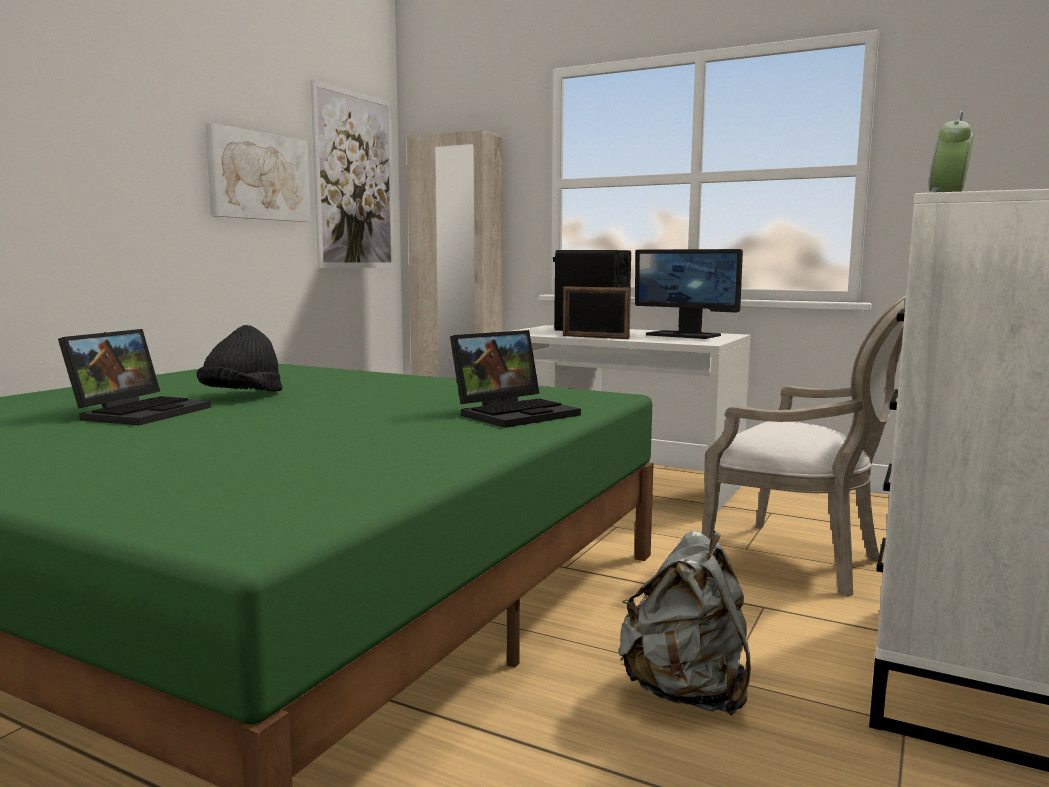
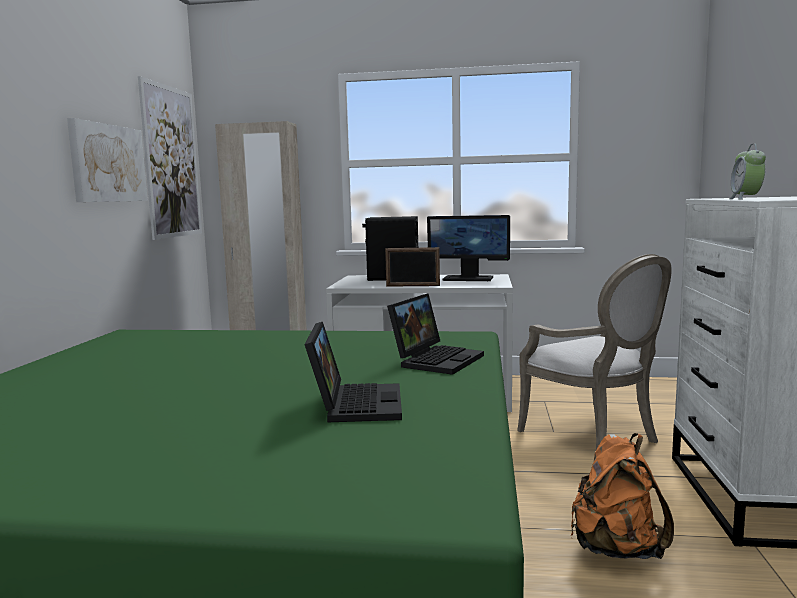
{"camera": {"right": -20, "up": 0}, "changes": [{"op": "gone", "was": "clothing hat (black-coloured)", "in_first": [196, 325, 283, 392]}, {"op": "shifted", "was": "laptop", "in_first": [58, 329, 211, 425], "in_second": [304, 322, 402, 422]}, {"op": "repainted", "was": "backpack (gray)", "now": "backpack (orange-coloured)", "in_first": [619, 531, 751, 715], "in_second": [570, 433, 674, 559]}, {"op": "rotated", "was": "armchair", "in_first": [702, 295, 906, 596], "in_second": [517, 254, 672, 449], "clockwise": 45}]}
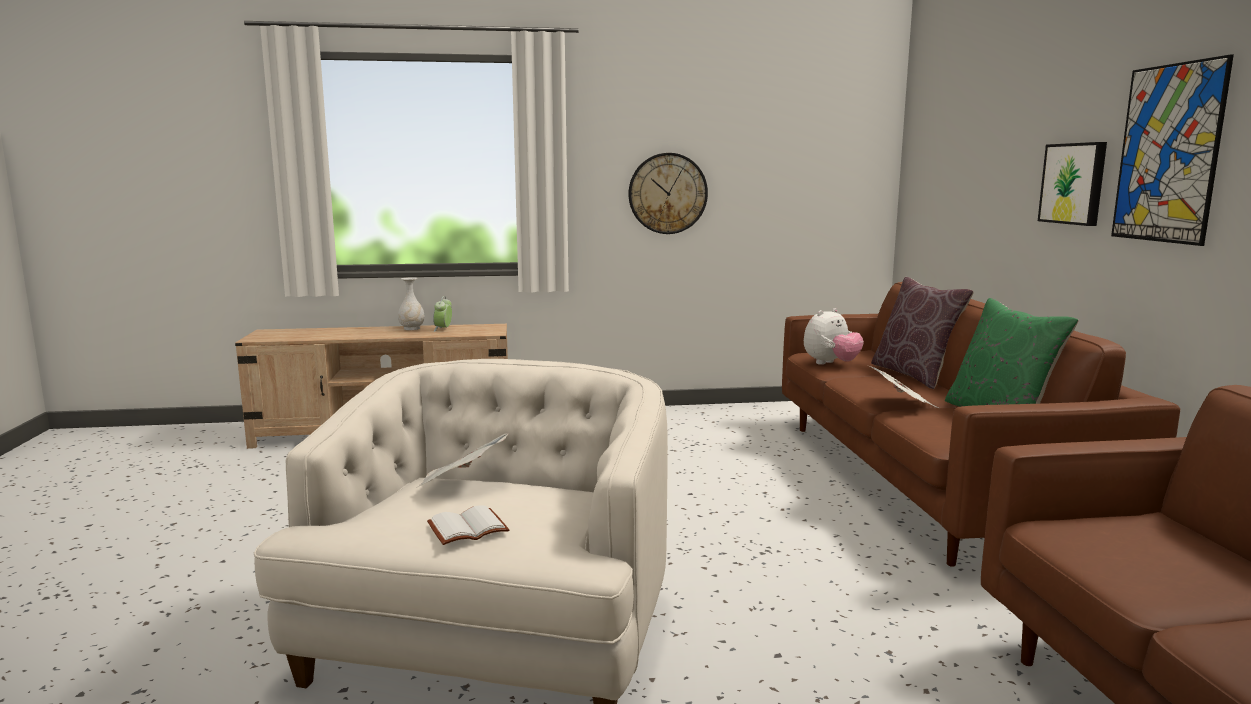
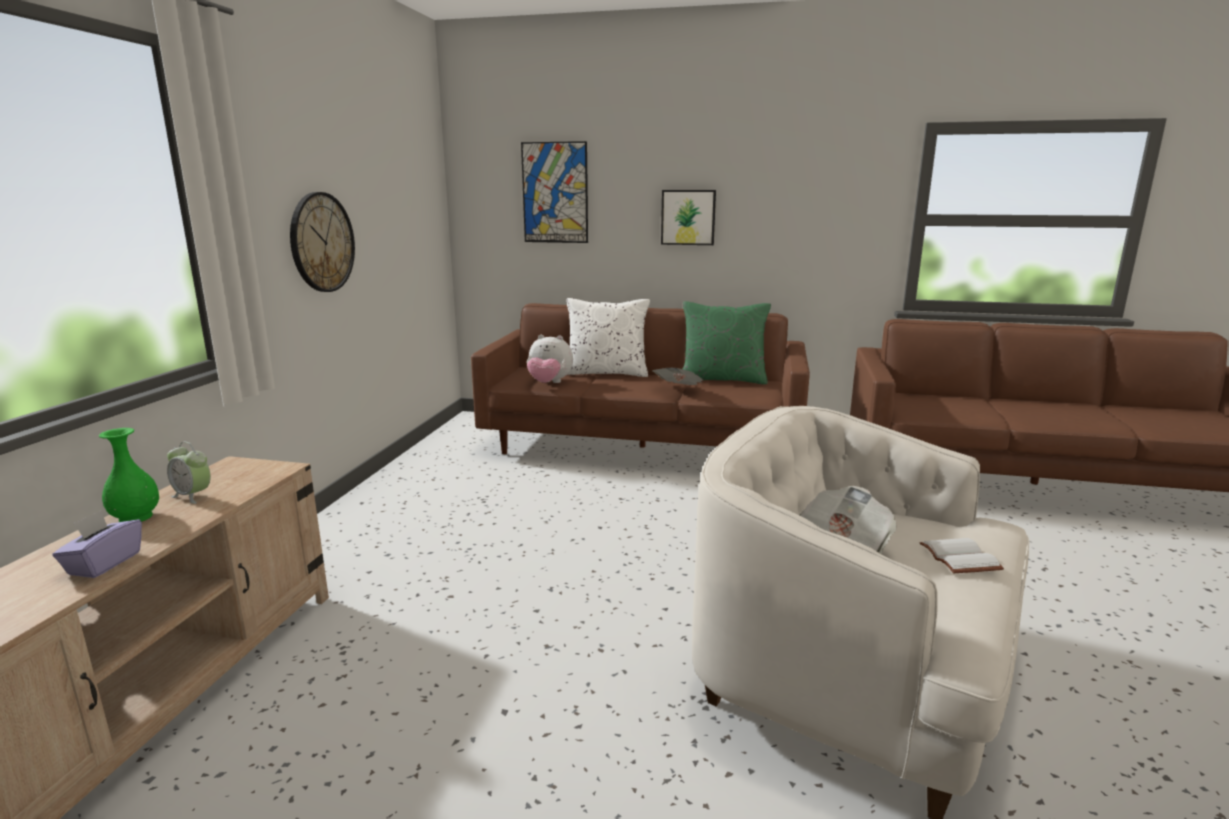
{"camera": {"right": -70, "up": 5}, "changes": [{"op": "new", "now": "tissue holder (purplish)", "in_second": [52, 510, 142, 578]}, {"op": "shifted", "was": "picture", "in_first": [1111, 54, 1234, 246], "in_second": [521, 141, 588, 243]}, {"op": "repainted", "was": "flower vase (whitish)", "now": "flower vase (greenish)", "in_first": [398, 277, 425, 330], "in_second": [99, 428, 159, 522]}, {"op": "repainted", "was": "cushion (brown-coloured)", "now": "cushion (whitish)", "in_first": [871, 277, 974, 389], "in_second": [567, 298, 650, 377]}, {"op": "rotated", "was": "plush toy", "in_first": [804, 308, 864, 365], "in_second": [527, 335, 573, 383], "clockwise": 120}]}
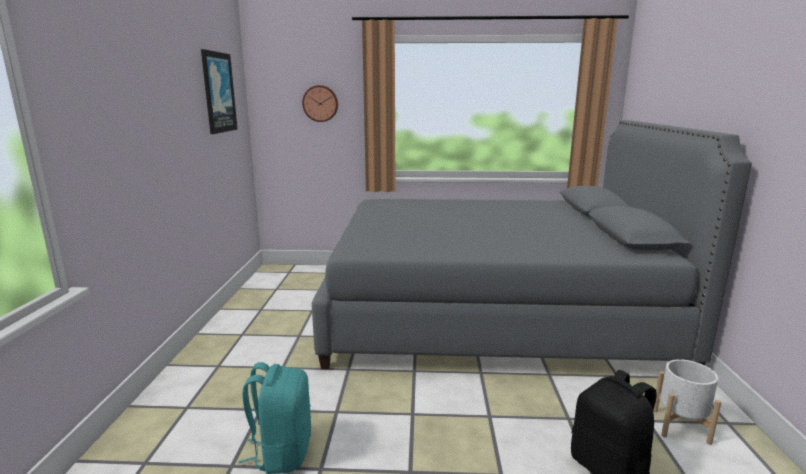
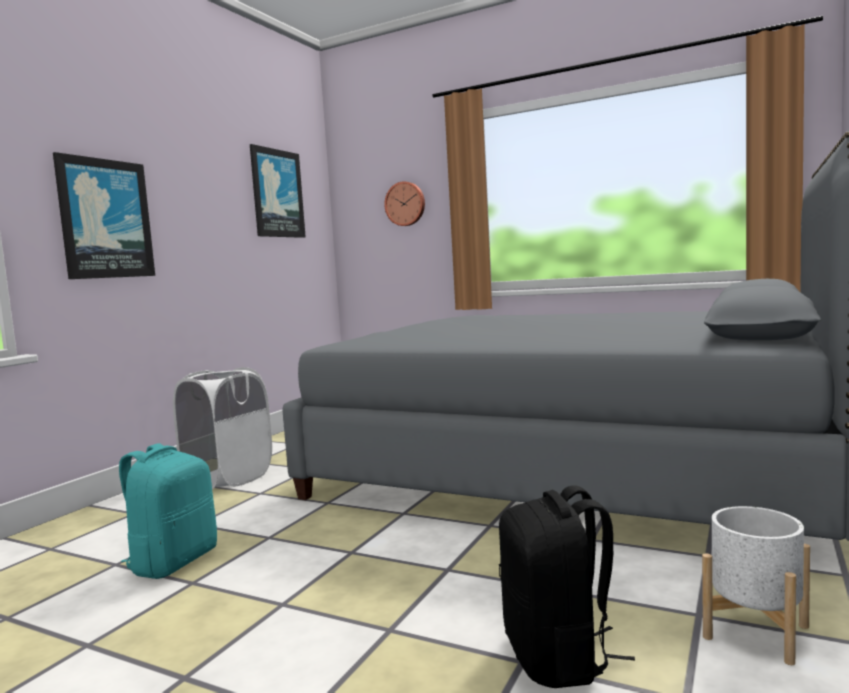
{"camera": {"right": 25, "up": -10}, "changes": [{"op": "new", "now": "picture", "in_second": [53, 152, 155, 279]}, {"op": "new", "now": "hamper (whitish)", "in_second": [173, 367, 272, 489]}]}
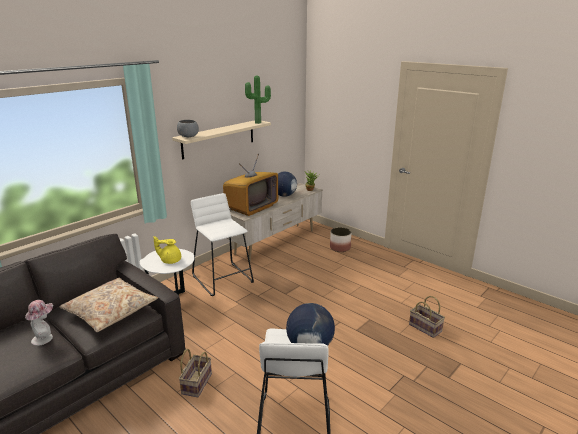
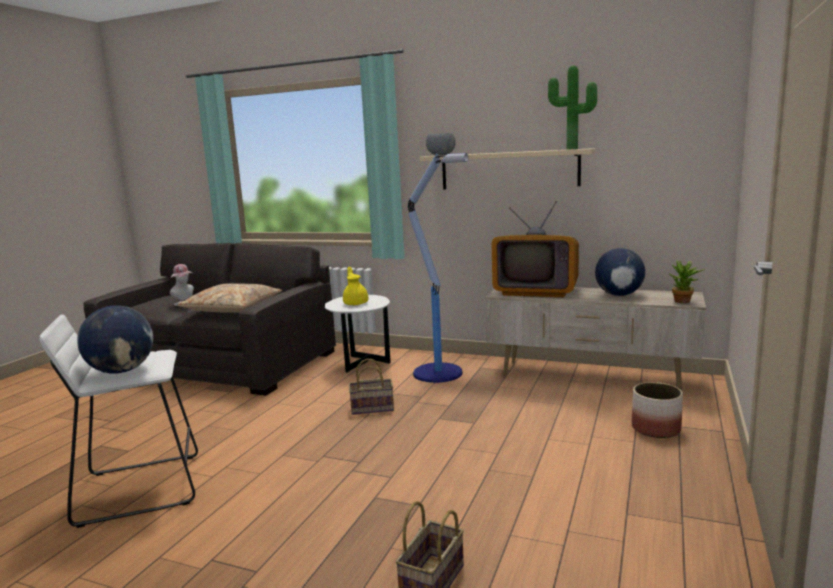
{"camera": {"right": 70, "up": -10}, "changes": [{"op": "shifted", "was": "household basket", "in_first": [179, 349, 212, 397], "in_second": [349, 359, 394, 415]}, {"op": "swapped", "was": "stool (whitish)", "now": "standing lamp", "in_first": [191, 193, 254, 296], "in_second": [408, 153, 469, 383]}]}
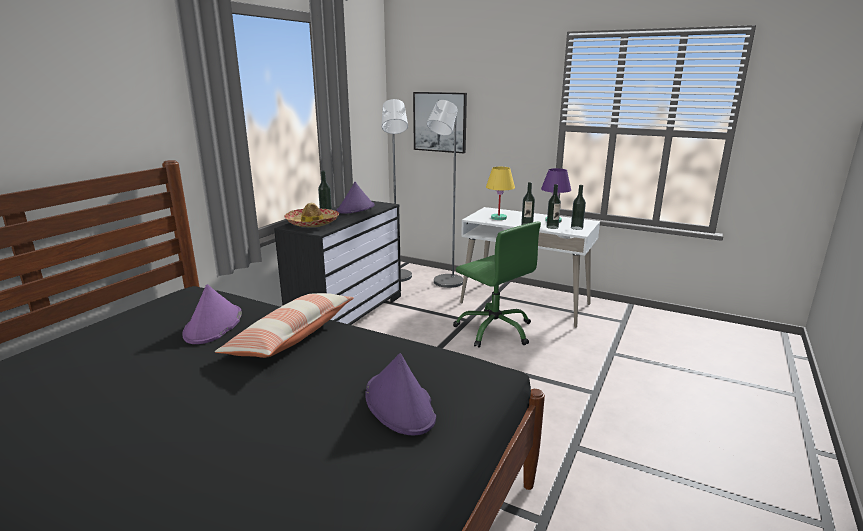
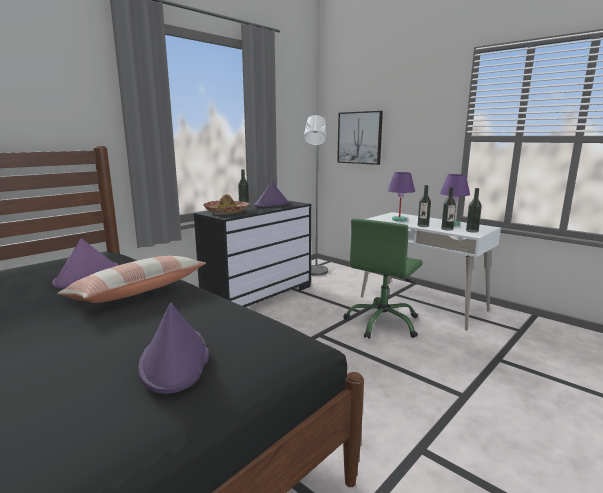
{"camera": {"right": 15, "up": -5}, "changes": [{"op": "gone", "was": "standing lamp (gray)", "in_first": [427, 100, 463, 288]}, {"op": "repainted", "was": "tabletop lamp (yellow)", "now": "tabletop lamp (purplish)", "in_first": [486, 167, 515, 220], "in_second": [388, 172, 415, 222]}, {"op": "rotated", "was": "office chair (greenish)", "in_first": [453, 222, 541, 348], "in_second": [343, 219, 423, 339], "clockwise": 60}]}
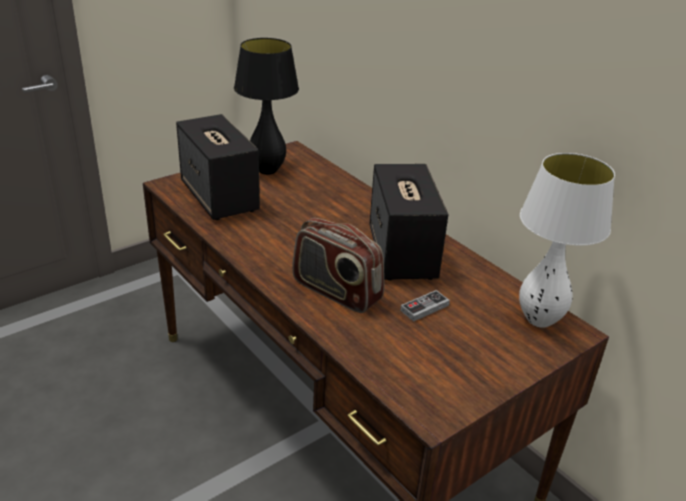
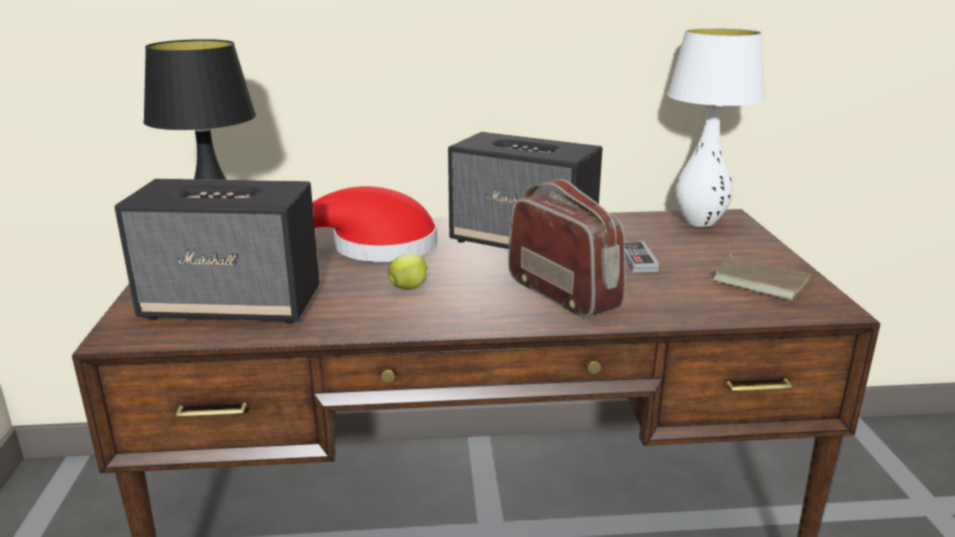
{"camera": {"right": -55, "up": -10}, "changes": [{"op": "new", "now": "clothing hat (reddish)", "in_second": [312, 186, 437, 262]}, {"op": "new", "now": "apple", "in_second": [388, 253, 428, 290]}, {"op": "new", "now": "book (brown-coloured)", "in_second": [711, 251, 812, 301]}, {"op": "rotated", "was": "radio", "in_first": [292, 218, 384, 313], "in_second": [508, 179, 625, 318], "clockwise": -105}]}
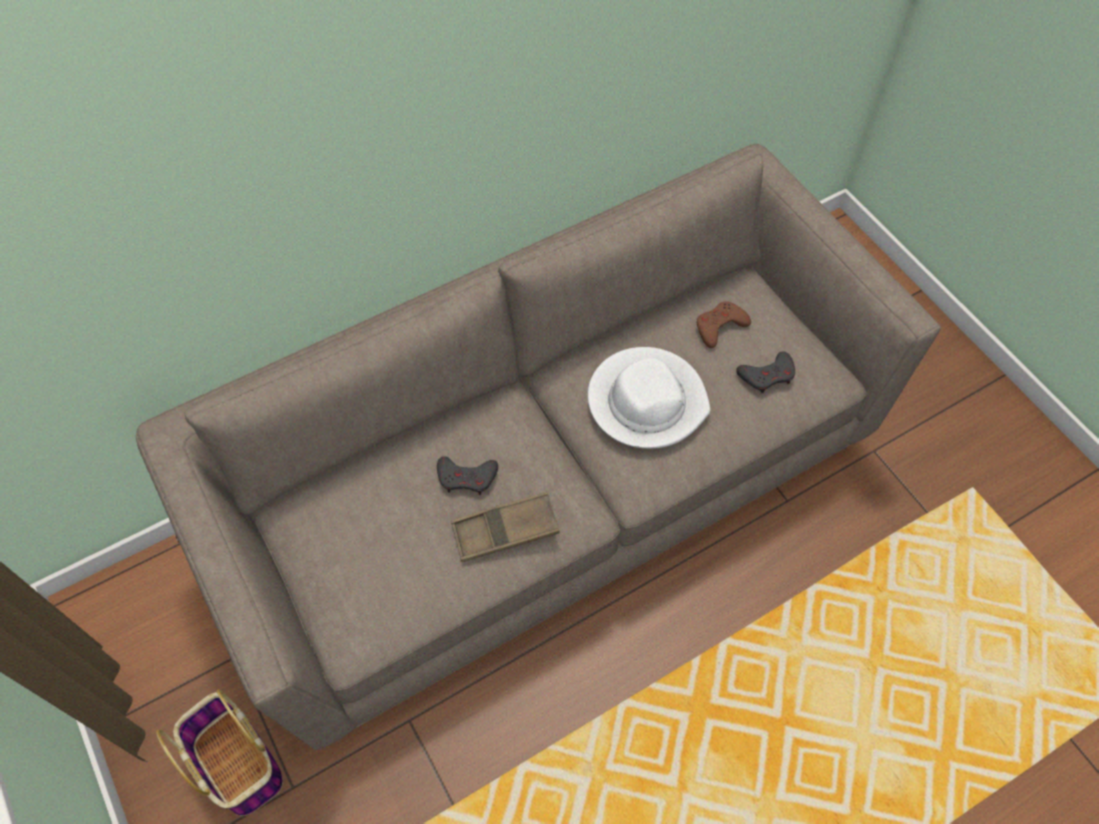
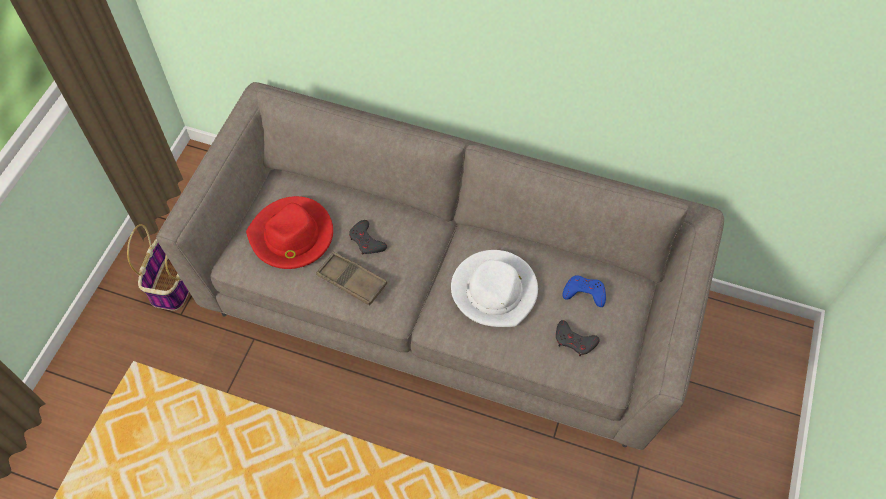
{"camera": {"right": 50, "up": 0}, "changes": [{"op": "new", "now": "clothing hat (reddish)", "in_second": [246, 196, 333, 269]}, {"op": "repainted", "was": "game controller (brown-coloured)", "now": "game controller (blue)", "in_first": [697, 301, 751, 348], "in_second": [563, 275, 606, 307]}]}
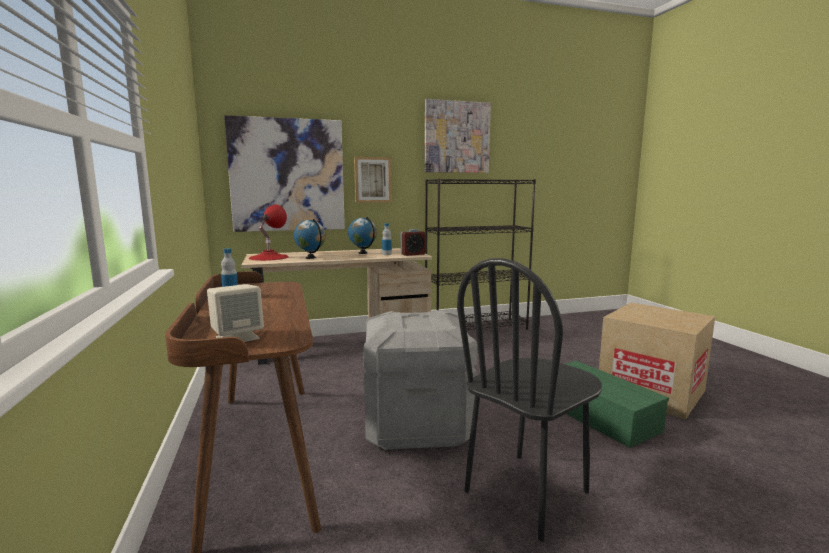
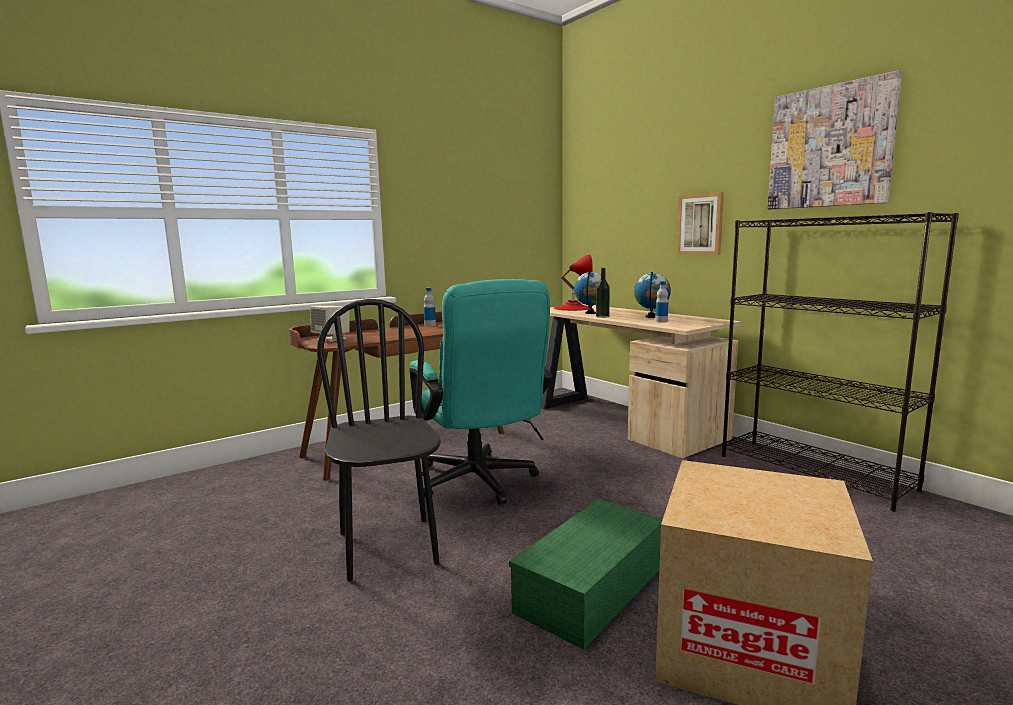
{"camera": {"right": 70, "up": 0}, "changes": [{"op": "gone", "was": "picture", "in_first": [224, 115, 345, 232]}, {"op": "gone", "was": "alarm clock", "in_first": [401, 229, 426, 256]}, {"op": "new", "now": "beverage bottle", "in_second": [596, 268, 610, 318]}, {"op": "swapped", "was": "storage box (gray)", "now": "office chair (blue-green)", "in_first": [363, 310, 477, 450], "in_second": [409, 279, 552, 505]}, {"op": "rotated", "was": "chair (black-coloured)", "in_first": [457, 258, 602, 541], "in_second": [317, 299, 441, 581], "clockwise": 45}]}
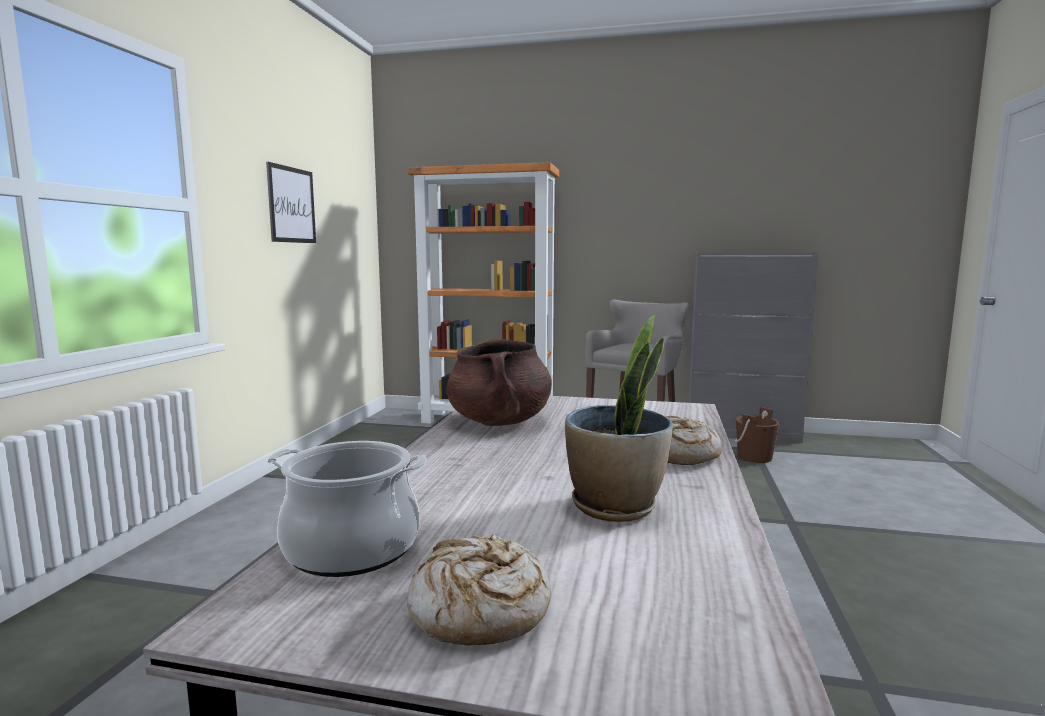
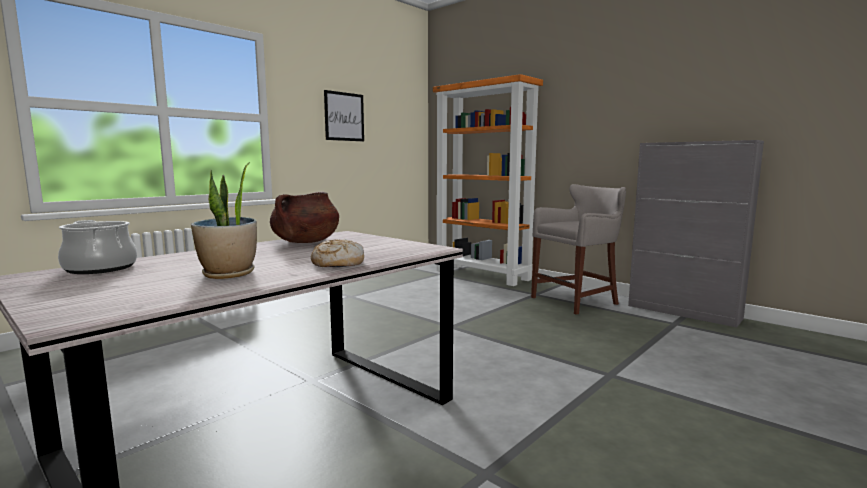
{"camera": {"right": 30, "up": 0}, "changes": [{"op": "gone", "was": "baked bread", "in_first": [407, 534, 551, 646]}, {"op": "gone", "was": "water bucket (brown-coloured)", "in_first": [735, 407, 780, 463]}]}
